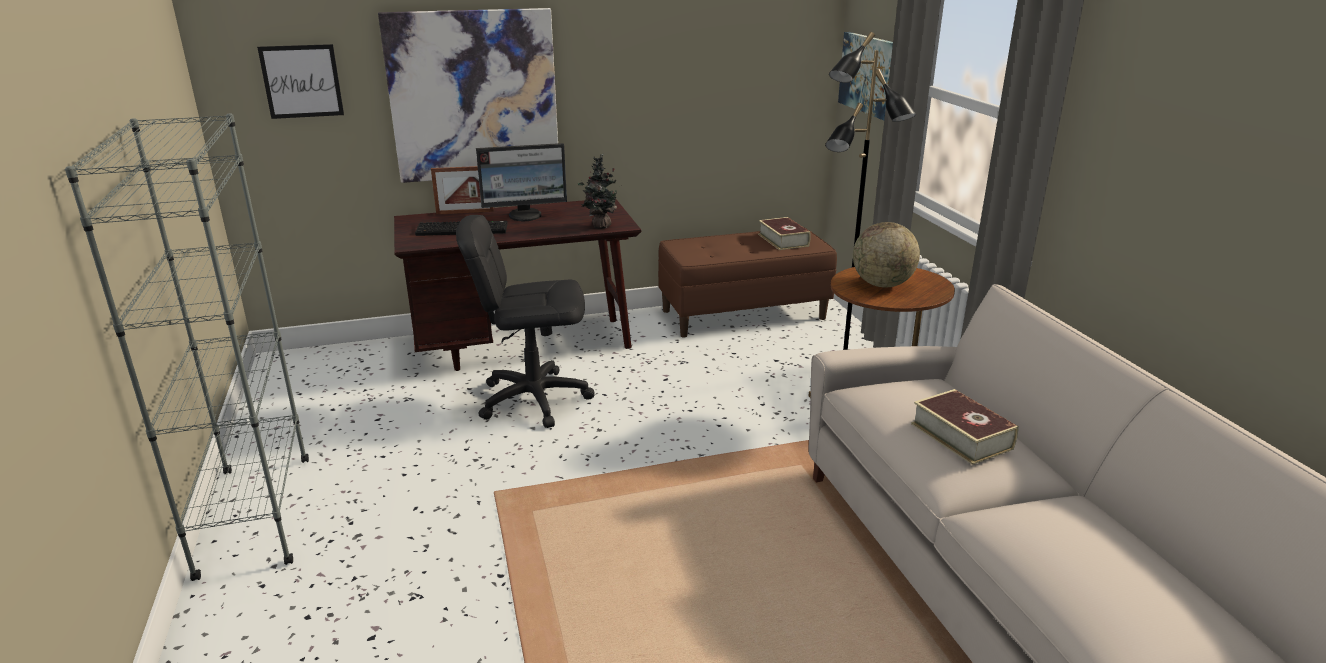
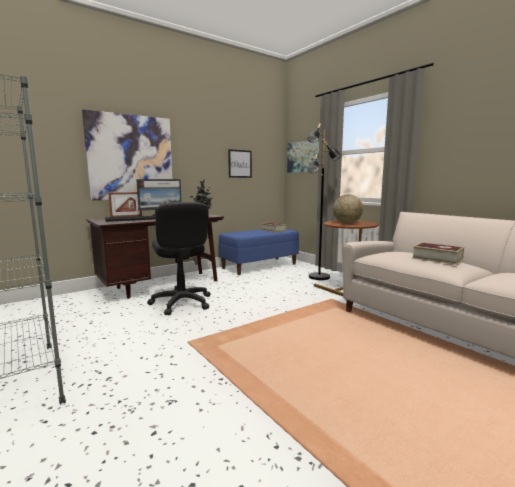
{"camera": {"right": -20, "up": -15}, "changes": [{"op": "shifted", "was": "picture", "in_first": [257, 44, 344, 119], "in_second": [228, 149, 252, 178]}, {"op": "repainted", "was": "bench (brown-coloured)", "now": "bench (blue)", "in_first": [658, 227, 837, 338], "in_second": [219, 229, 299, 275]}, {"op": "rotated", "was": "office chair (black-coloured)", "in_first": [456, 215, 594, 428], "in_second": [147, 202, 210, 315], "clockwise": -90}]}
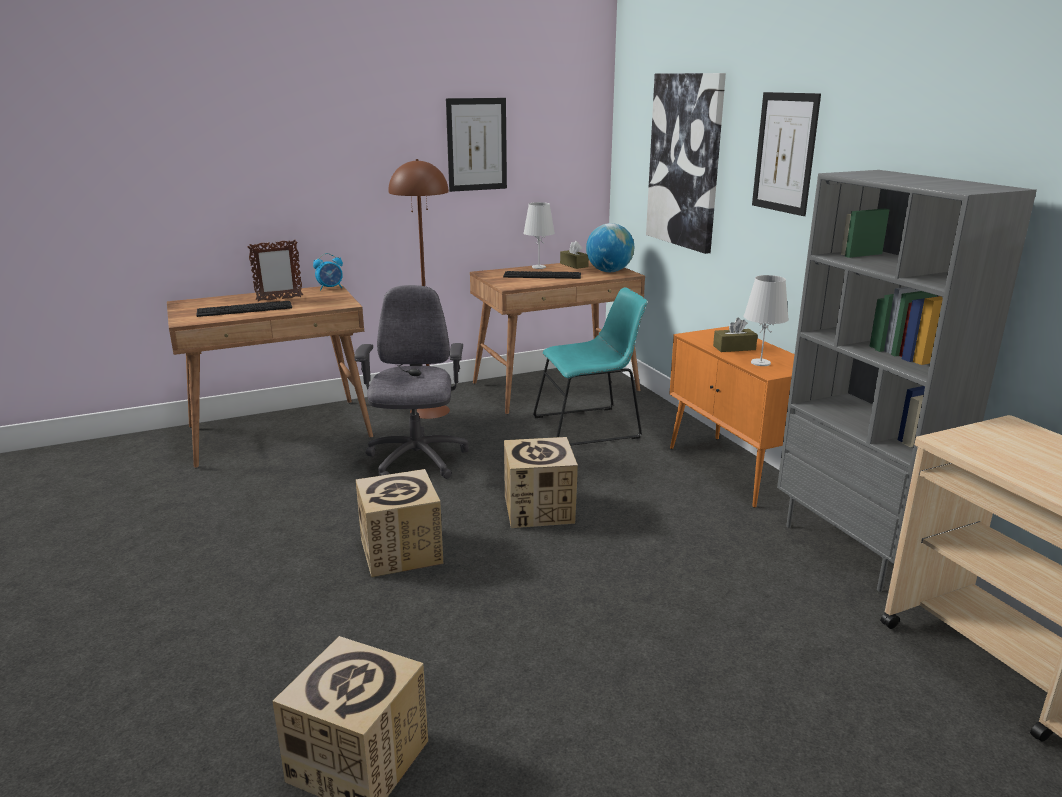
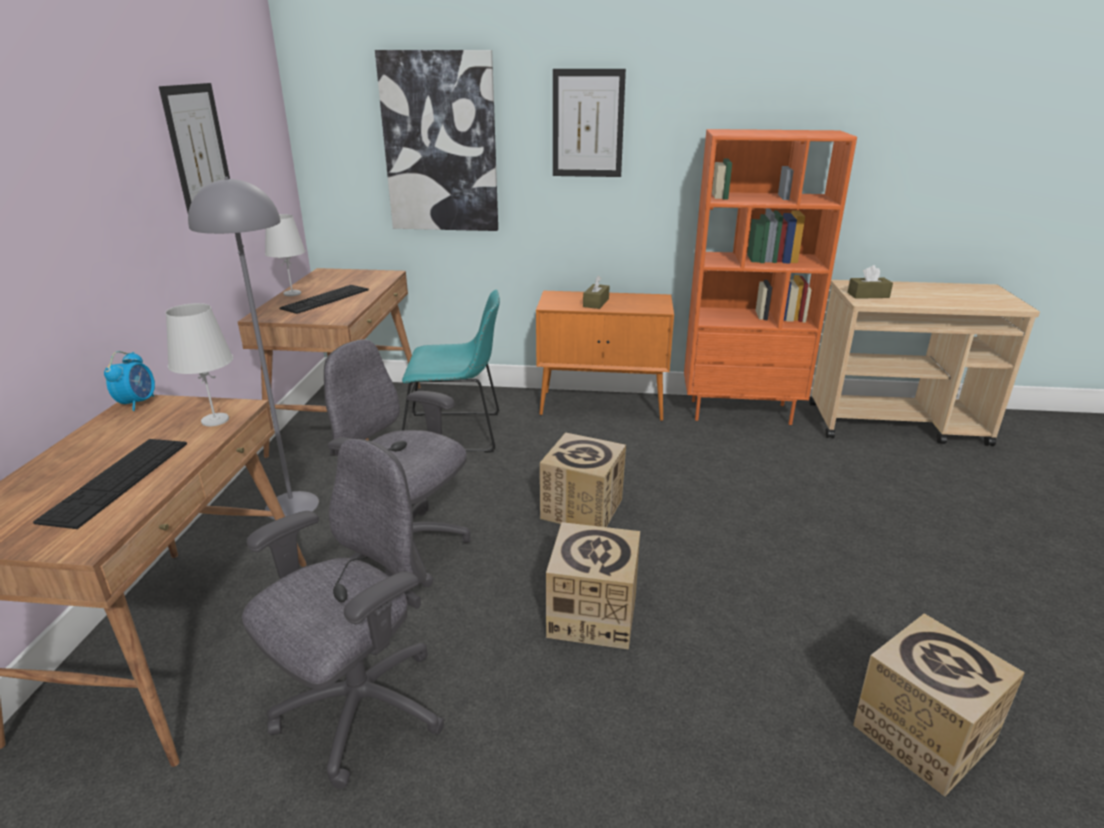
{"camera": {"right": -60, "up": 5}, "changes": [{"op": "gone", "was": "picture frame", "in_first": [247, 239, 303, 302]}, {"op": "gone", "was": "globe", "in_first": [586, 223, 634, 272]}, {"op": "new", "now": "office chair (gray)", "in_second": [242, 439, 445, 789]}, {"op": "shifted", "was": "tissue holder (brown-coloured)", "in_first": [560, 241, 589, 269], "in_second": [847, 265, 893, 299]}, {"op": "shifted", "was": "tabletop lamp (whitish)", "in_first": [744, 275, 789, 366], "in_second": [165, 303, 233, 426]}, {"op": "repainted", "was": "standing lamp (brown-coloured)", "now": "standing lamp (gray)", "in_first": [388, 159, 450, 419], "in_second": [188, 177, 319, 520]}, {"op": "repainted", "was": "shelving unit (gray)", "now": "shelving unit (orange-coloured)", "in_first": [777, 170, 1037, 592], "in_second": [684, 129, 857, 425]}, {"op": "rotated", "was": "chair (blue-green)", "in_first": [533, 287, 648, 446], "in_second": [402, 290, 500, 452], "clockwise": 75}]}
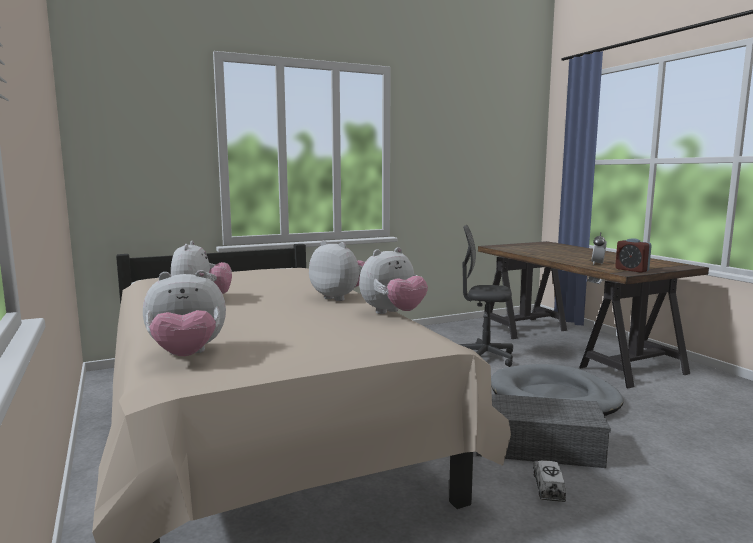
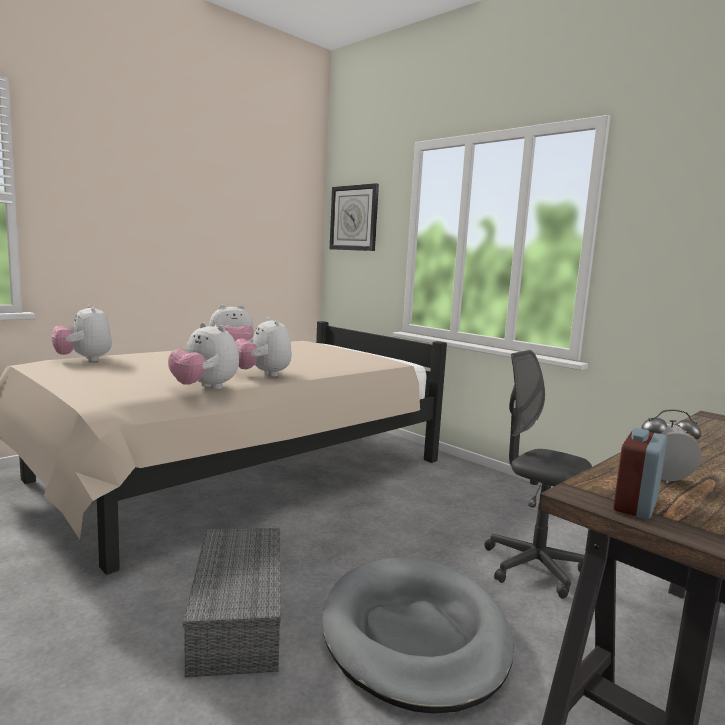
{"camera": {"right": 70, "up": 0}, "changes": [{"op": "gone", "was": "toy lorry", "in_first": [533, 460, 566, 502]}, {"op": "new", "now": "hanging clock", "in_second": [330, 183, 379, 251]}, {"op": "rotated", "was": "plush toy", "in_first": [309, 240, 365, 301], "in_second": [235, 317, 292, 377], "clockwise": 135}, {"op": "rotated", "was": "office chair (gray)", "in_first": [459, 225, 513, 367], "in_second": [484, 350, 592, 599], "clockwise": -45}]}
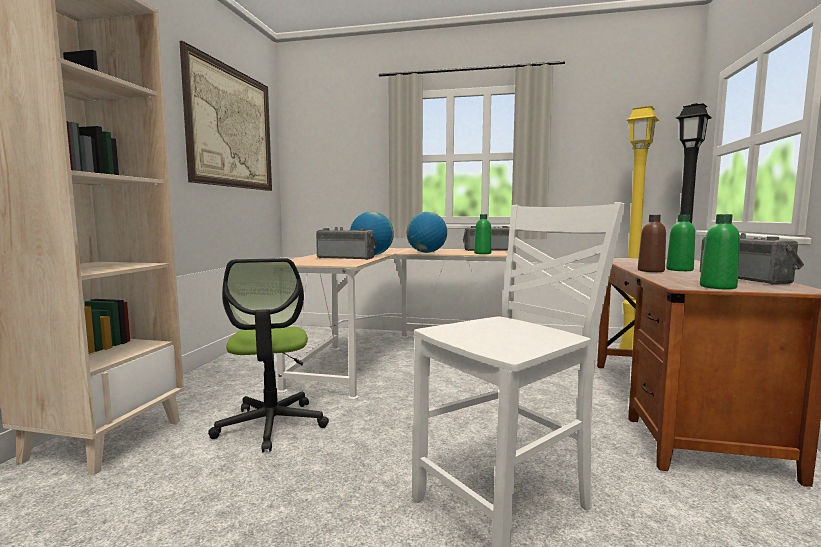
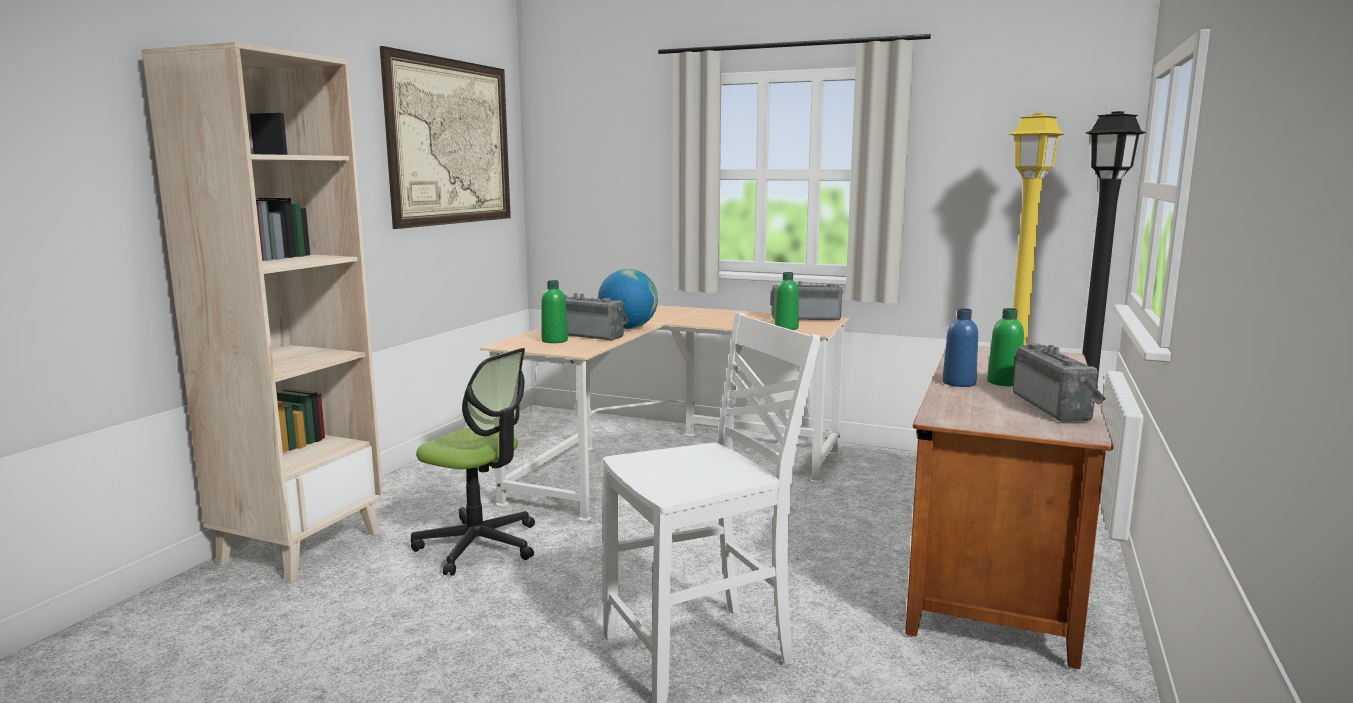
{"camera": {"right": 10, "up": 5}, "changes": [{"op": "gone", "was": "globe", "in_first": [407, 212, 447, 253]}, {"op": "shifted", "was": "beverage bottle (greenish)", "in_first": [700, 214, 740, 289], "in_second": [542, 280, 568, 343]}, {"op": "repainted", "was": "beverage bottle (brown-coloured)", "now": "beverage bottle (blue)", "in_first": [638, 215, 666, 272], "in_second": [942, 309, 978, 387]}, {"op": "rotated", "was": "office chair", "in_first": [208, 258, 329, 452], "in_second": [411, 348, 535, 576], "clockwise": -60}]}
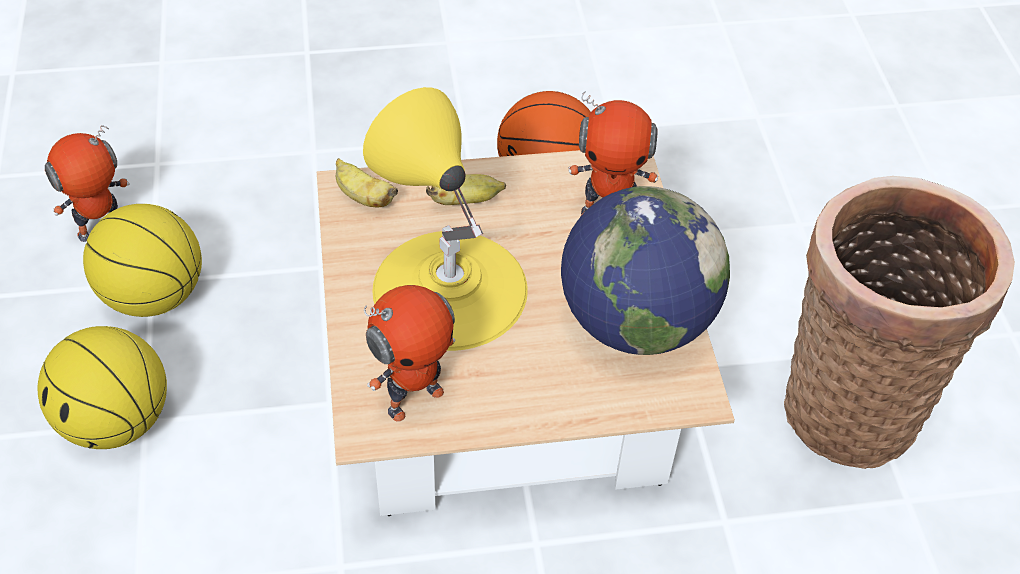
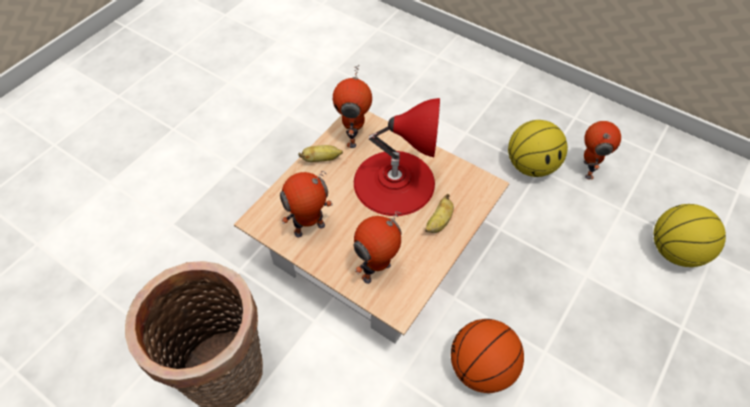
{"camera": {"right": 135, "up": 5}, "changes": [{"op": "shifted", "was": "basketball ball", "in_first": [38, 326, 167, 449], "in_second": [654, 204, 726, 267]}, {"op": "shifted", "was": "banana fruit", "in_first": [336, 158, 398, 207], "in_second": [299, 145, 343, 162]}, {"op": "swapped", "was": "globe", "now": "robot figure", "in_first": [561, 186, 730, 355], "in_second": [280, 171, 333, 237]}, {"op": "repainted", "was": "tabletop lamp (yellow)", "now": "tabletop lamp (reddish)", "in_first": [363, 87, 528, 351], "in_second": [354, 98, 440, 216]}]}
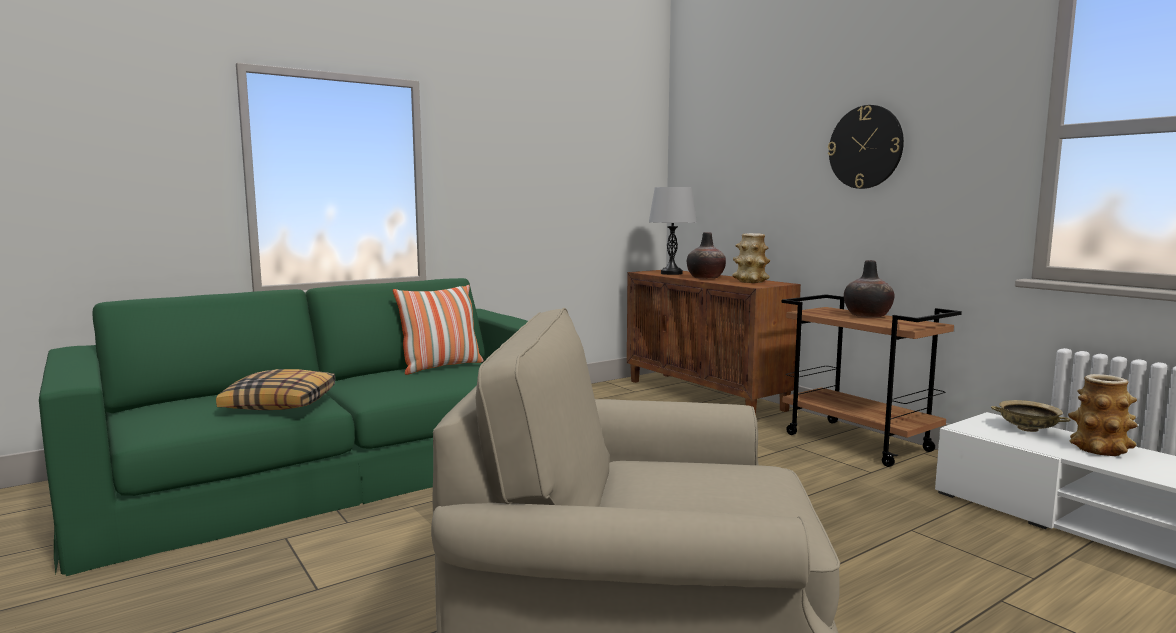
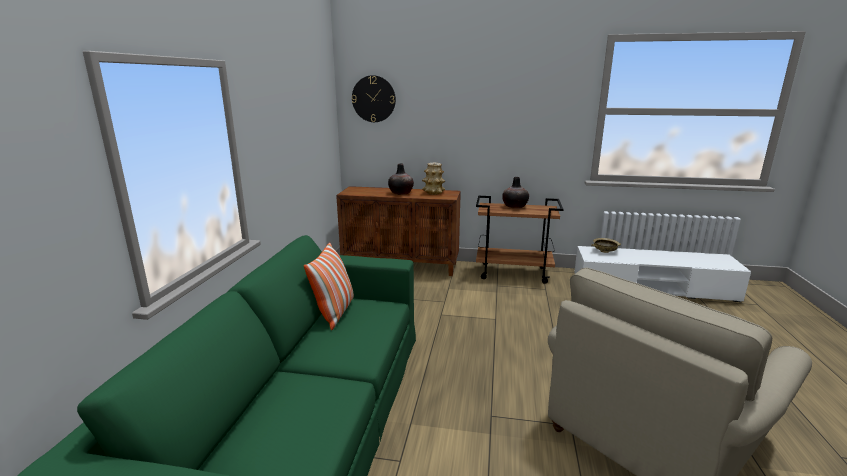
{"camera": {"right": -45, "up": 10}, "changes": [{"op": "gone", "was": "cushion", "in_first": [216, 369, 335, 410]}, {"op": "gone", "was": "tabletop lamp (gray)", "in_first": [649, 187, 697, 275]}, {"op": "gone", "was": "flower vase", "in_first": [1068, 374, 1138, 456]}, {"op": "shifted", "was": "hanging clock", "in_first": [828, 105, 904, 189], "in_second": [352, 75, 396, 122]}]}
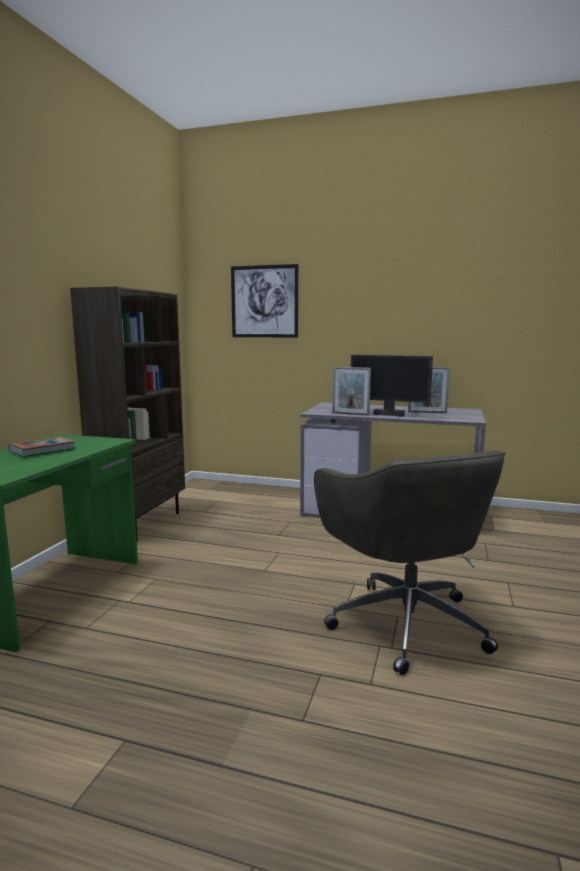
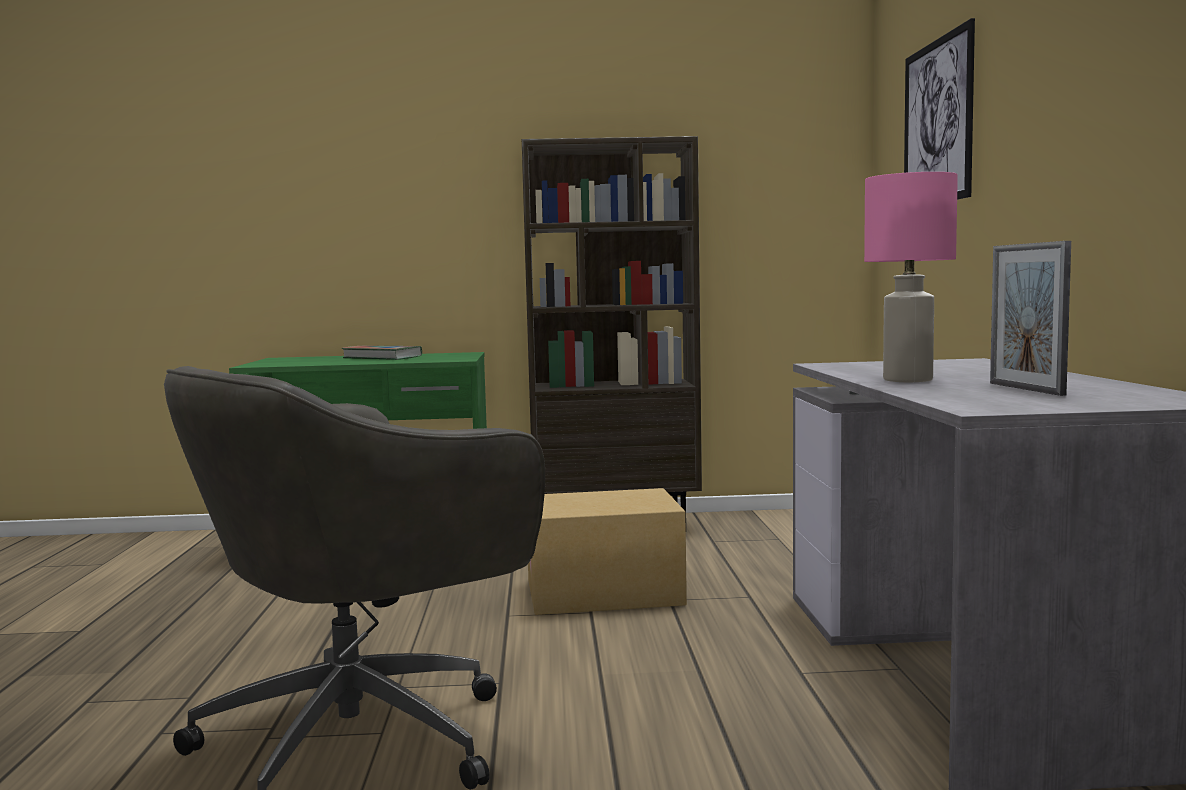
{"camera": {"right": 70, "up": -5}, "changes": [{"op": "gone", "was": "picture frame", "in_first": [332, 367, 371, 416]}, {"op": "new", "now": "packing box", "in_second": [528, 488, 687, 615]}, {"op": "swapped", "was": "monitor", "now": "tabletop lamp (pink-coloured)", "in_first": [351, 354, 433, 417], "in_second": [864, 172, 958, 382]}]}
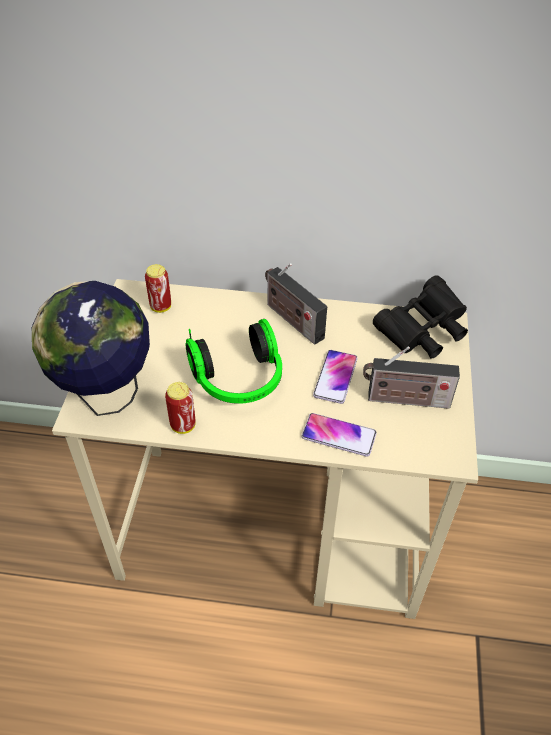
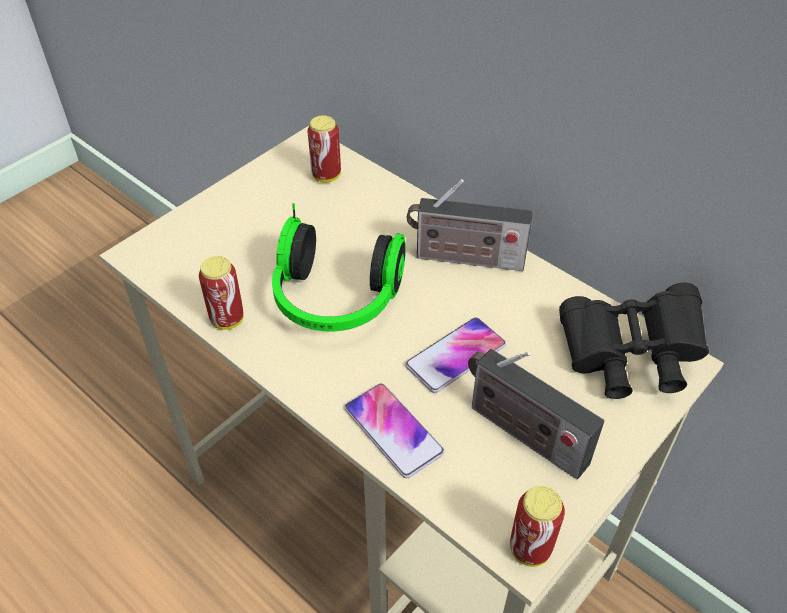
{"camera": {"right": 35, "up": 0}, "changes": [{"op": "gone", "was": "globe", "in_first": [32, 281, 150, 416]}, {"op": "new", "now": "metal can", "in_second": [510, 486, 565, 567]}, {"op": "rotated", "was": "radio", "in_first": [265, 263, 327, 345], "in_second": [407, 179, 533, 271], "clockwise": -75}]}
